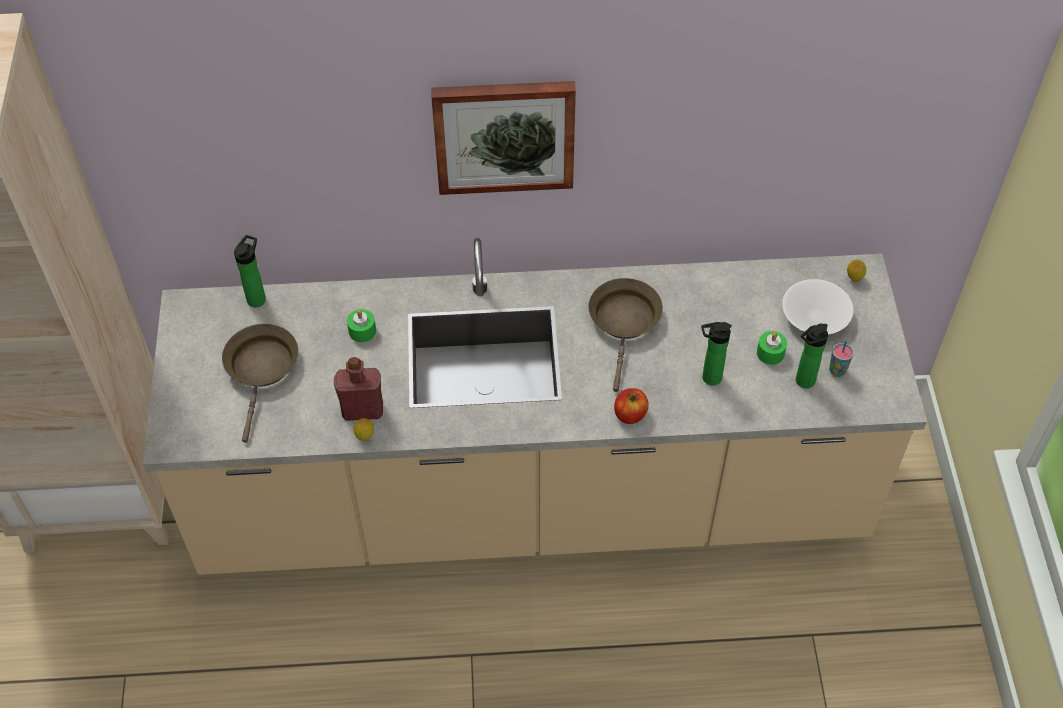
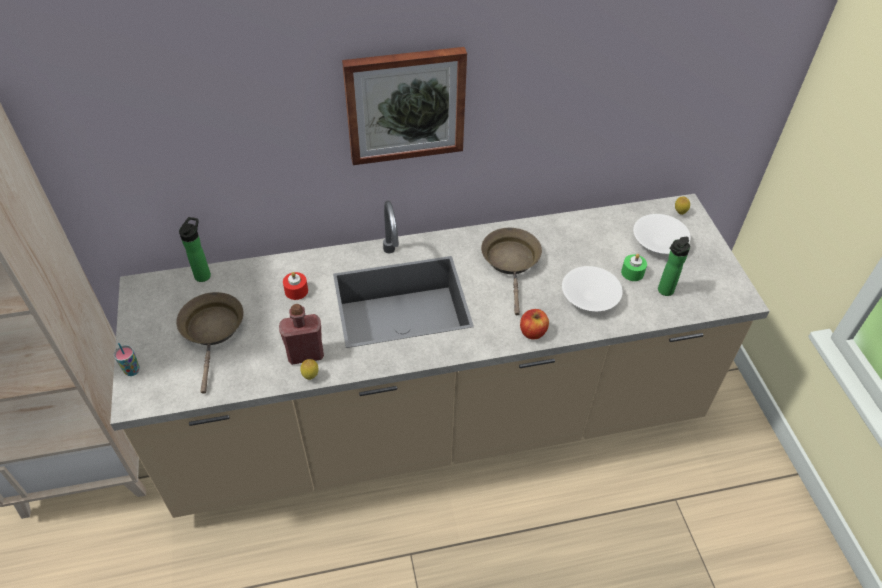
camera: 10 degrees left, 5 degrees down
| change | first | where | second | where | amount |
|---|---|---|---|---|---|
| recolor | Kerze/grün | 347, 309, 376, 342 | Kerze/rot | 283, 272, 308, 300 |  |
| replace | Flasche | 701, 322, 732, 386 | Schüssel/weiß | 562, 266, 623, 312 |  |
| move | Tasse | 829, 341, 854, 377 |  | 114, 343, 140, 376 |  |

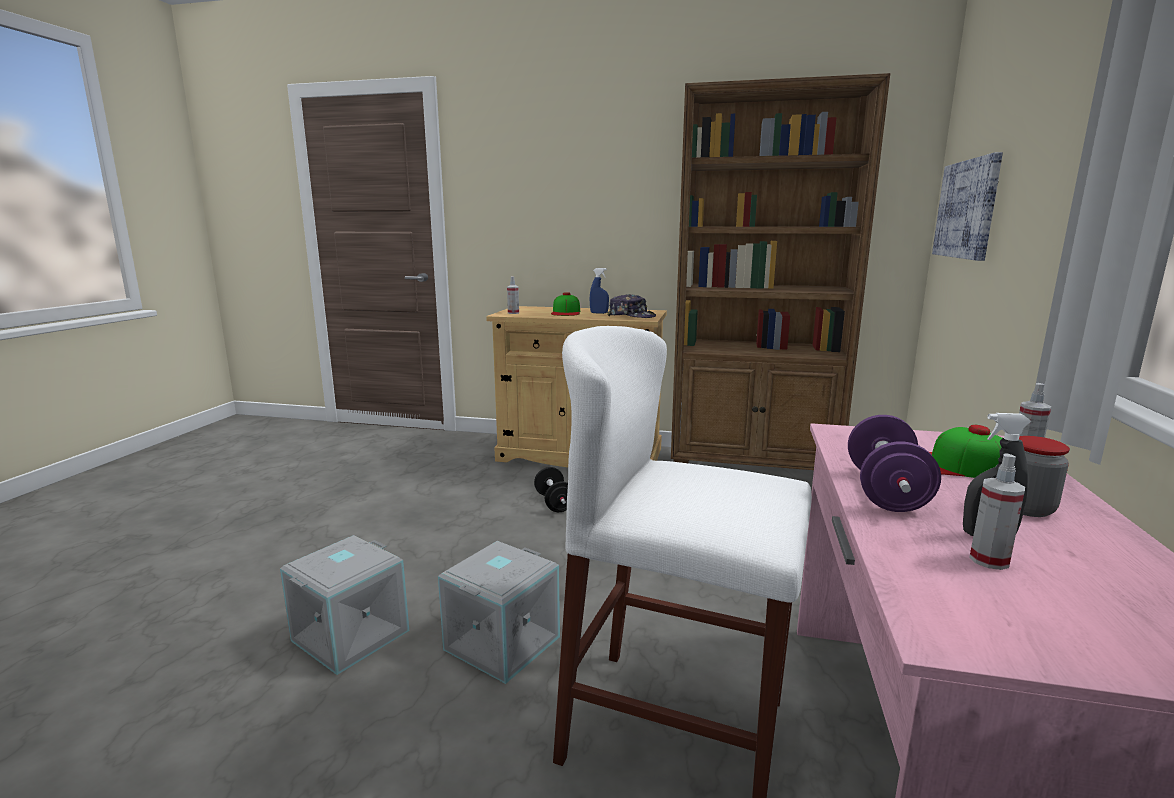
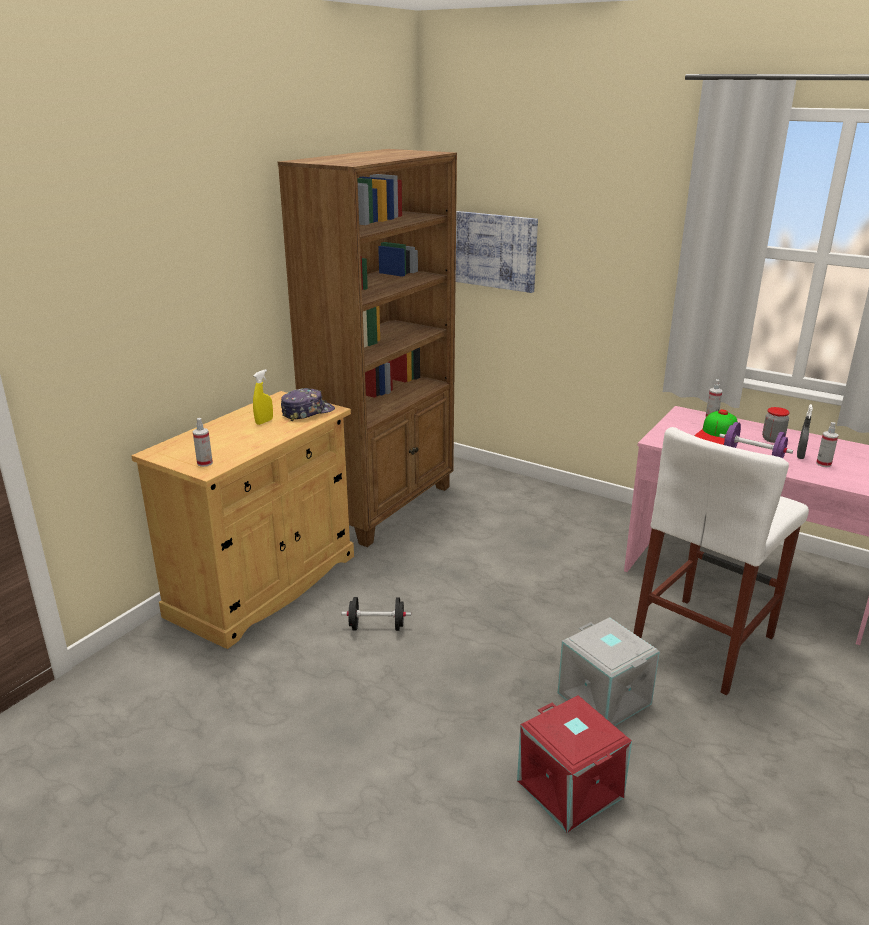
camera: 70 degrees left, 10 degrees up
| change | first | where | second | where | amount |
|---|---|---|---|---|---|
| recolor | Aufbewahrungsbox/grau | 280, 535, 409, 675 | Aufbewahrungsbox/rot | 517, 695, 632, 833 |  |
| delete | Kappe | 551, 292, 580, 316 |  |  |  |
| recolor | Sprühflasche/blau | 590, 268, 609, 314 | Sprühflasche/gelb | 253, 369, 273, 425 |  |

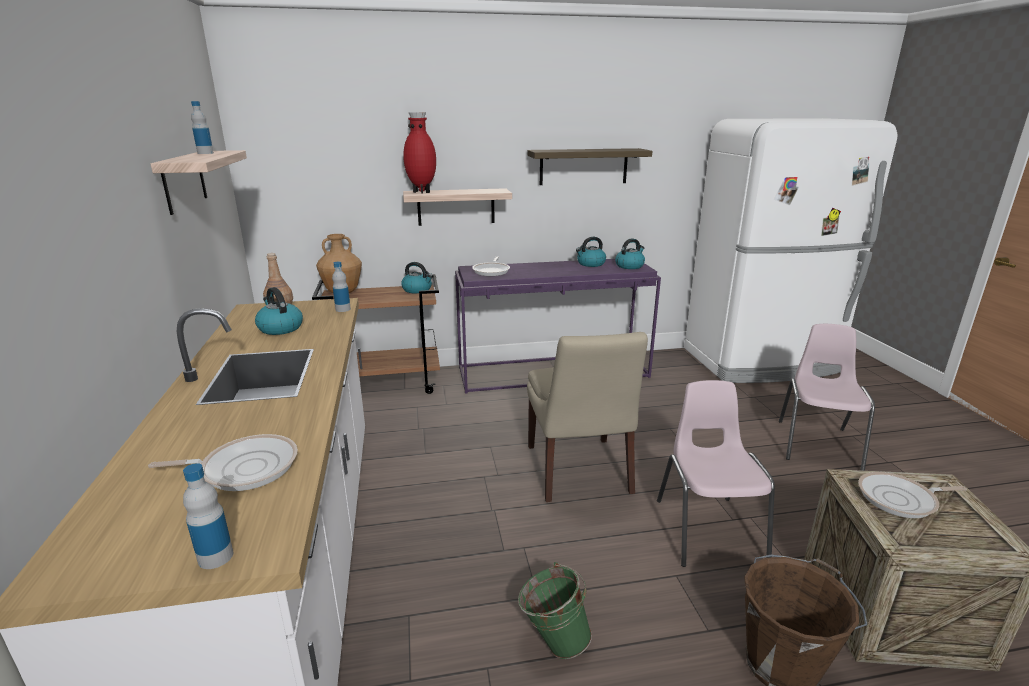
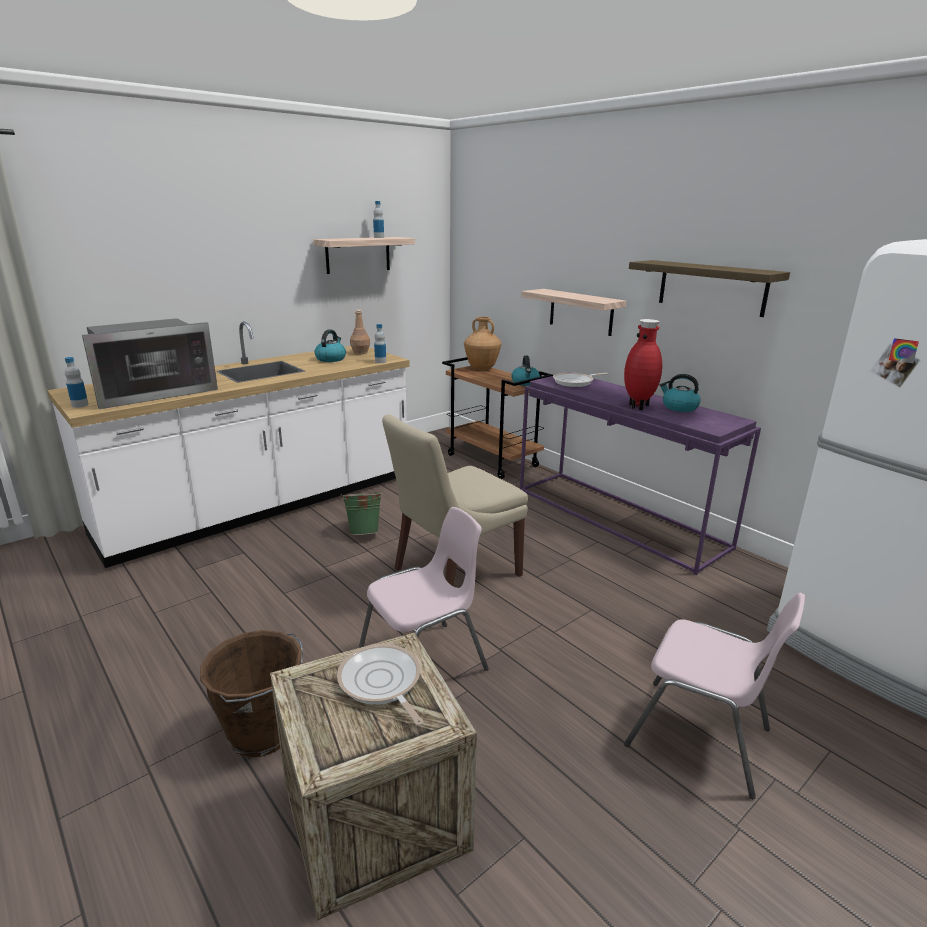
camera: 60 degrees right, 0 degrees up
| change | first | where | second | where | amount |
|---|---|---|---|---|---|
| replace | Pfanne | 148, 434, 298, 491 | Mikrowelle | 82, 318, 218, 409 |  |
| move | Vase/rot | 403, 112, 436, 194 |  | 624, 319, 662, 410 |  |
| move | Eimer/grün | 518, 562, 592, 659 |  | 341, 490, 383, 535 |  |
| delete | Wasserkessel | 615, 238, 645, 269 |  |  |  |
| rotate | Stuhl/rosa | 779, 324, 875, 471 |  | 624, 593, 805, 799 | 45 degrees clockwise |

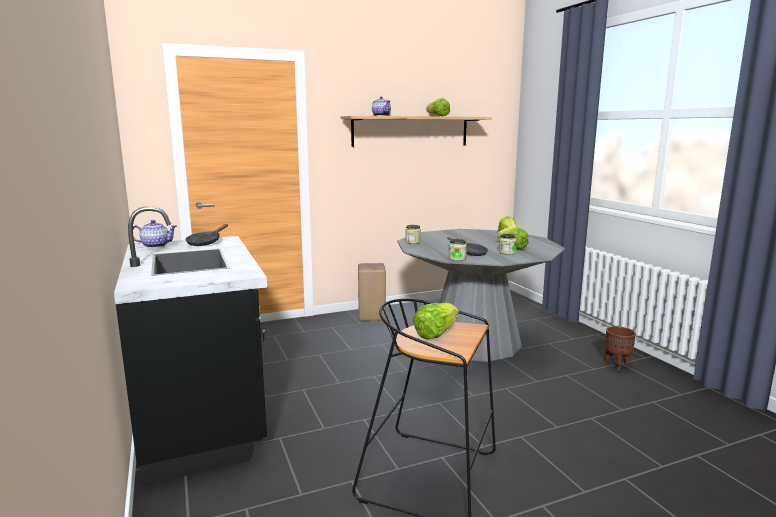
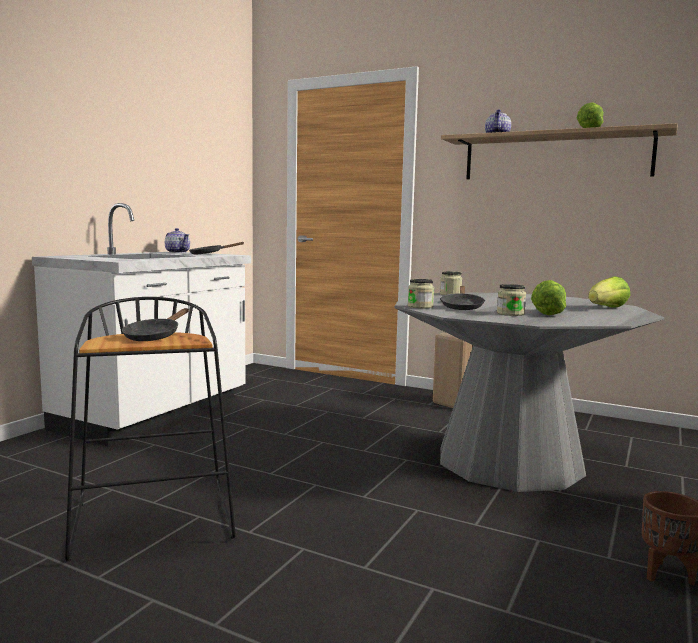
camera: 50 degrees right, 5 degrees down
| change | first | where | second | where | amount |
|---|---|---|---|---|---|
| recolor | Küchenzeile/schwarz | 114, 206, 267, 485 | Küchenzeile/weiß | 32, 203, 251, 446 |  |
| replace | Salatkopf | 413, 303, 459, 339 | Pfanne/schwarz | 122, 308, 189, 341 |  |

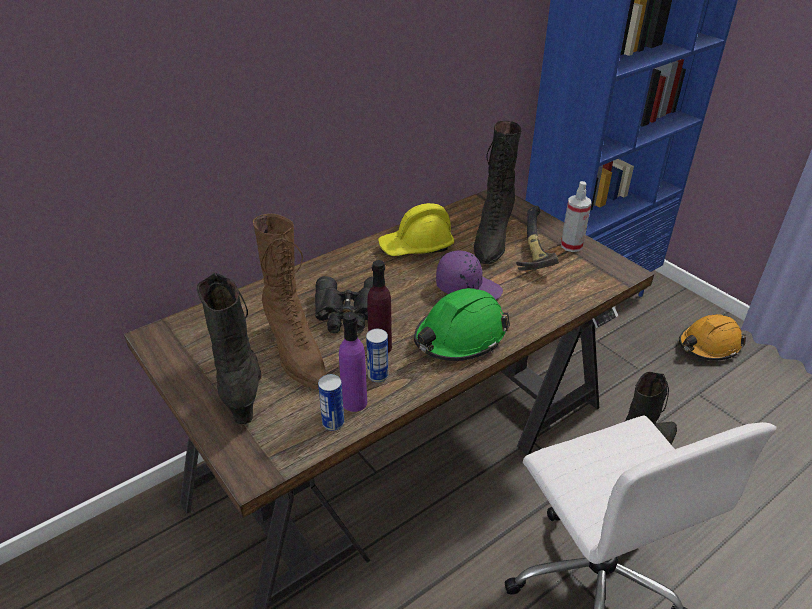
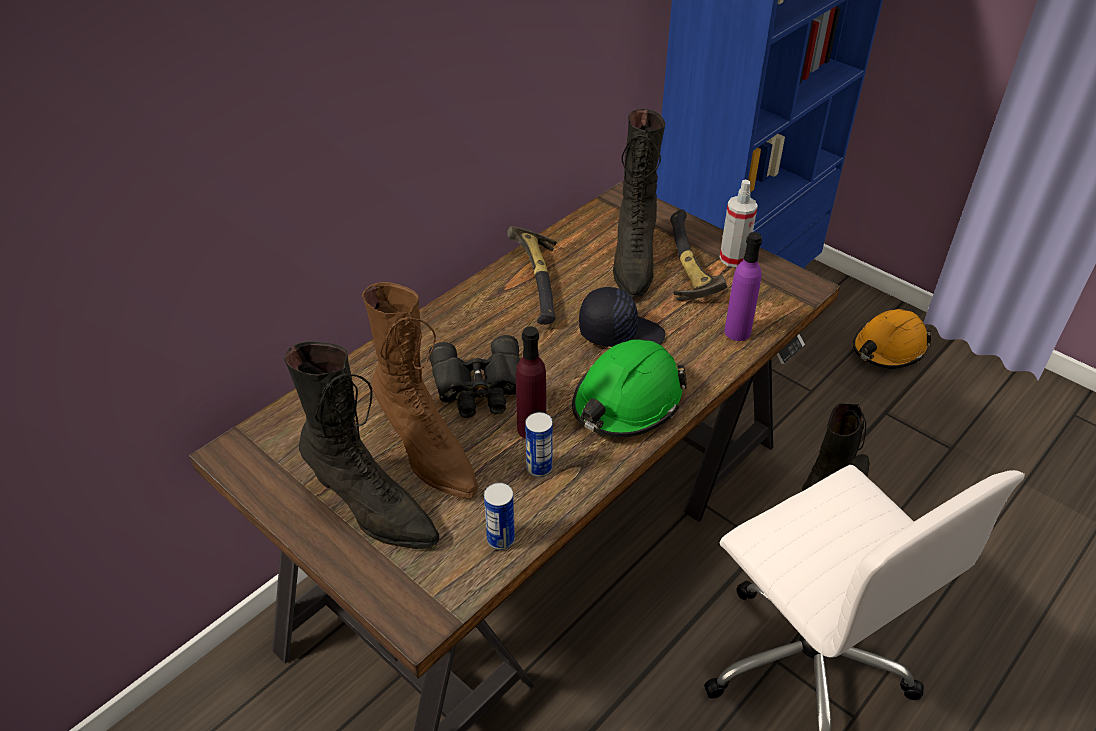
camera: 10 degrees left, 5 degrees up
| change | first | where | second | where | amount |
|---|---|---|---|---|---|
| rotate | Stiefel/schwarz | 197, 272, 262, 424 |  | 284, 341, 439, 549 | 150 degrees clockwise |
| move | Flasche/lila | 339, 312, 367, 412 |  | 724, 232, 762, 341 |  |
| replace | Schutzhelm/gelb | 378, 203, 454, 256 | Hammer | 507, 226, 557, 324 |  |
| recolor | Kappe/lila | 436, 251, 503, 300 | Kappe/schwarz | 579, 287, 665, 347 |  |

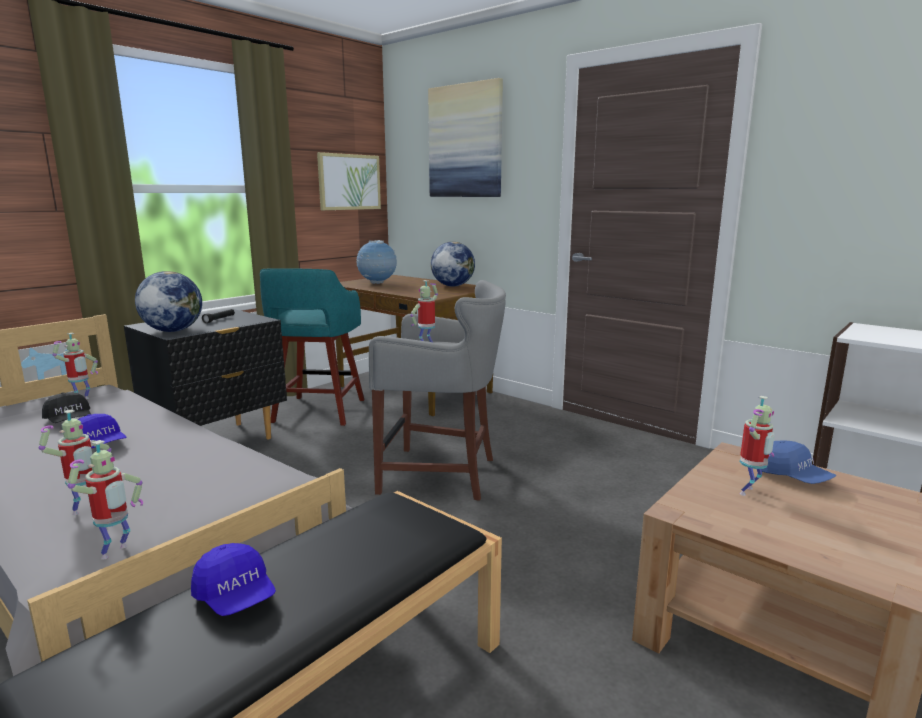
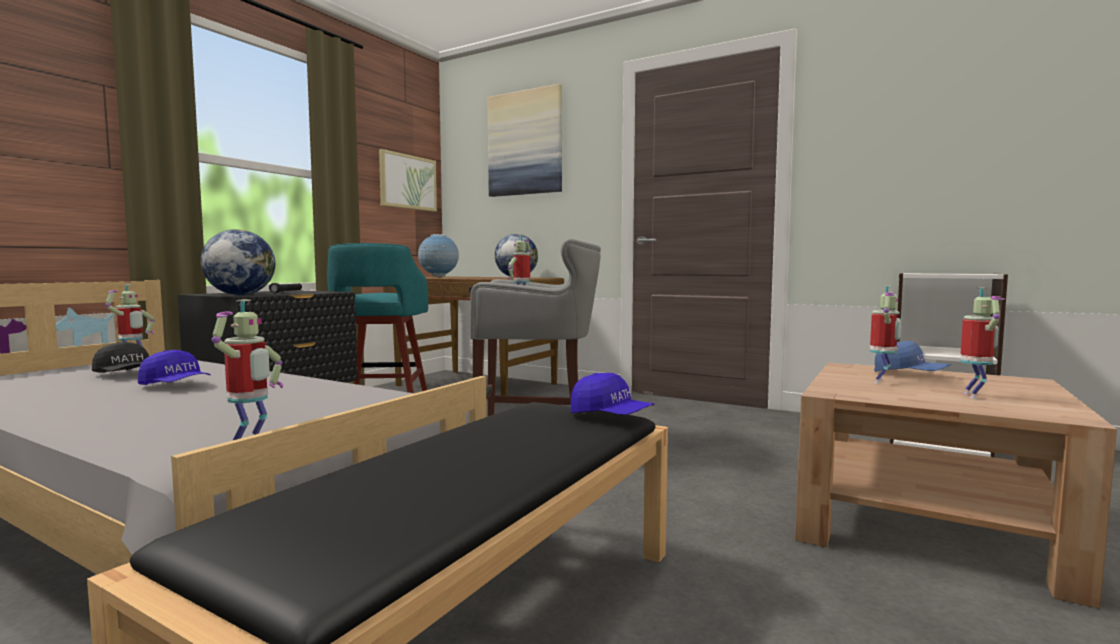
camera: 10 degrees left, 10 degrees down
| change | first | where | second | where | amount |
|---|---|---|---|---|---|
| move | Spielzeugroboter | 39, 410, 112, 515 |  | 960, 288, 1005, 399 |  |
| move | Kappe/blau | 191, 543, 276, 616 |  | 571, 373, 654, 415 |  |

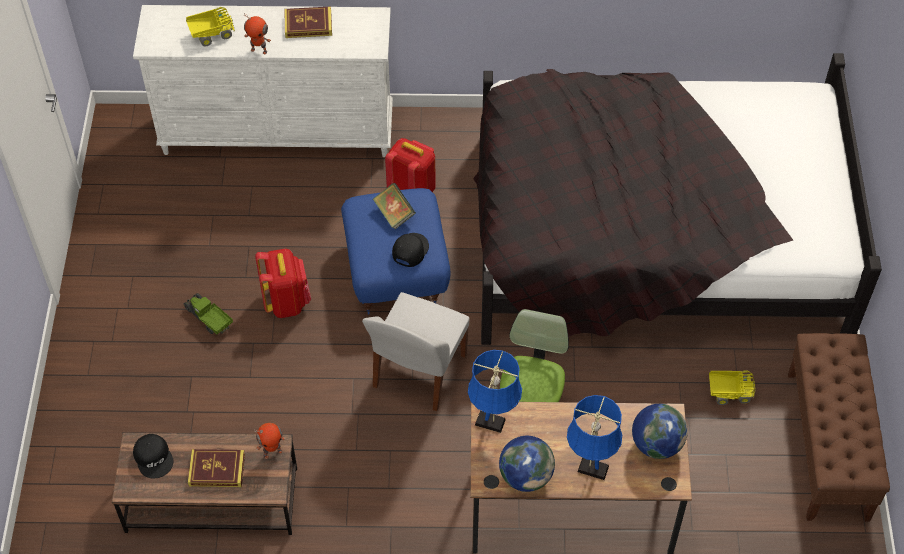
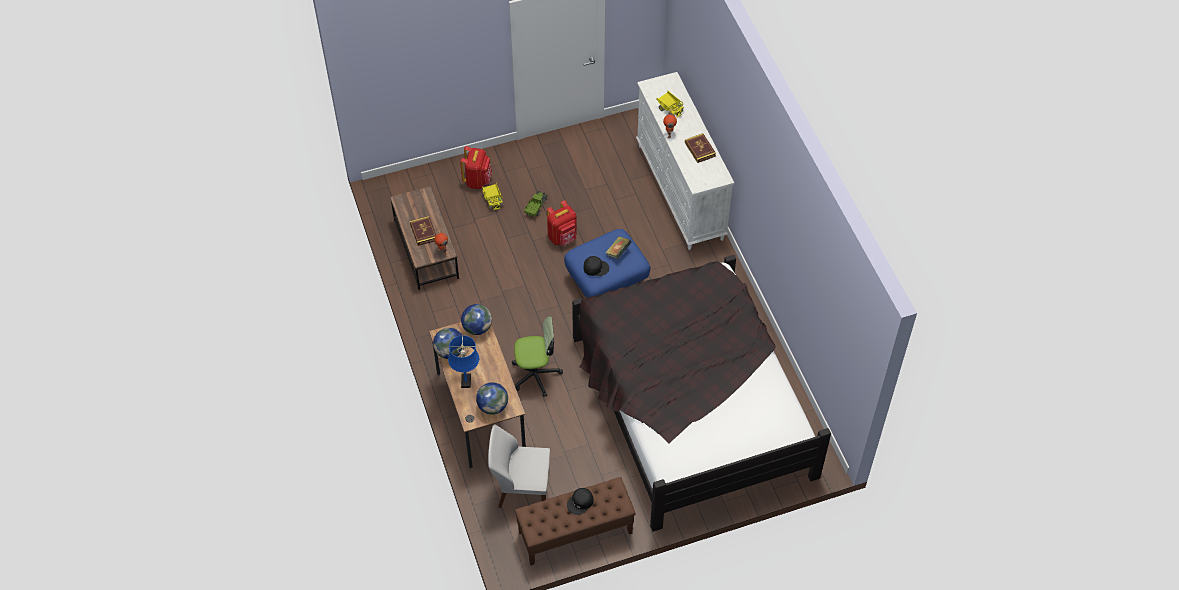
camera: 70 degrees right, 0 degrees up
| change | first | where | second | where | amount |
|---|---|---|---|---|---|
| move | Kappe/schwarz | 133, 434, 173, 479 |  | 567, 488, 594, 515 |  |
| move | Stuhl/weiß | 362, 292, 469, 411 |  | 488, 424, 550, 508 |  |
| move | Rucksack/rot | 385, 138, 436, 192 |  | 460, 146, 492, 189 |  |
| replace | Tischlampe/blau | 468, 350, 522, 433 | Globus | 461, 304, 492, 335 |  |
| move | Spielzeuglaster | 709, 370, 756, 405 |  | 482, 183, 503, 210 |  |

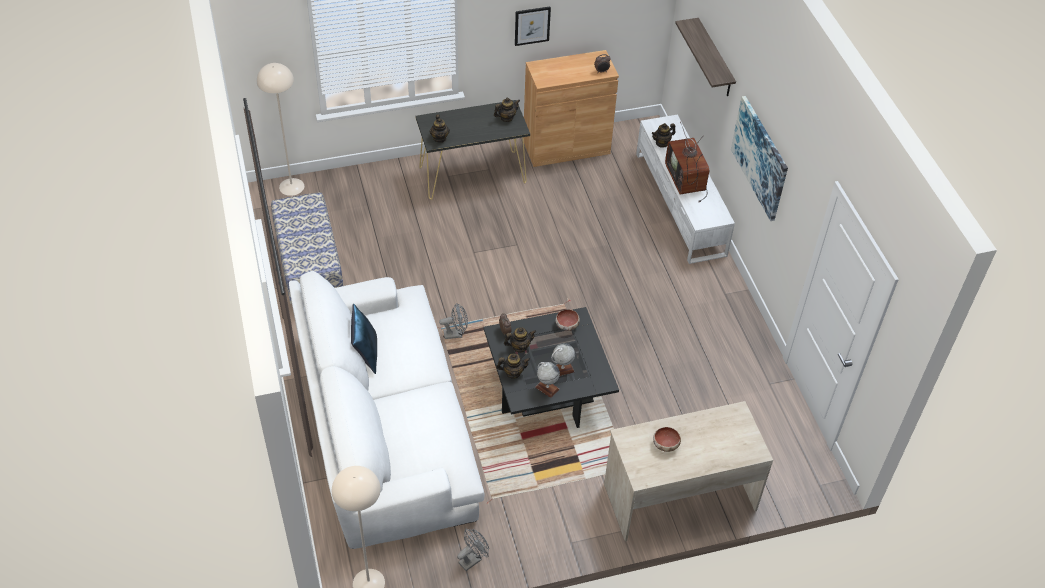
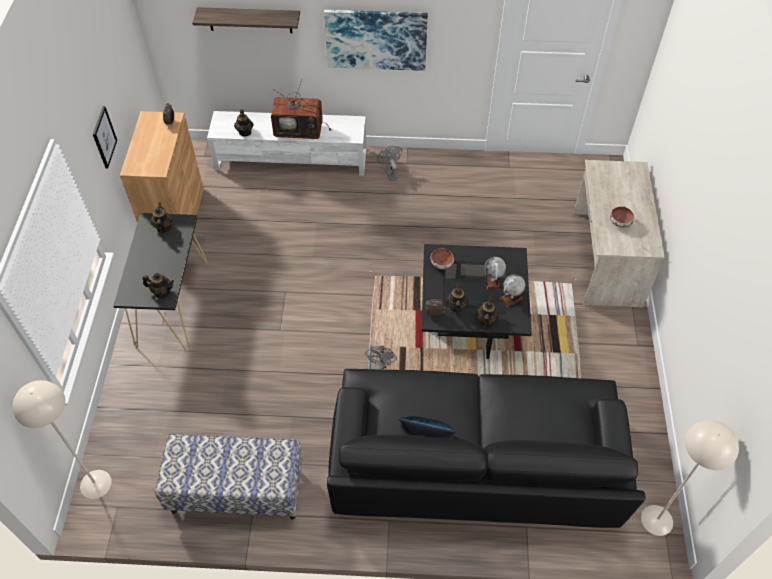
camera: 70 degrees left, 5 degrees up
| change | first | where | second | where | amount |
|---|---|---|---|---|---|
| recolor | Sofa/weiß | 289, 271, 485, 549 | Sofa/schwarz | 327, 369, 646, 528 |  |
| move | Ventilator/grau | 457, 529, 489, 571 |  | 377, 146, 402, 180 |  |

